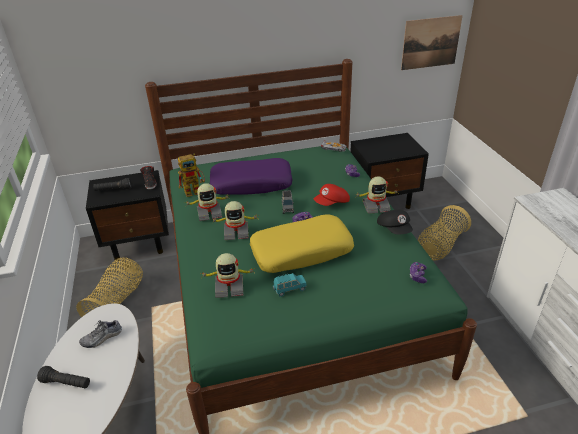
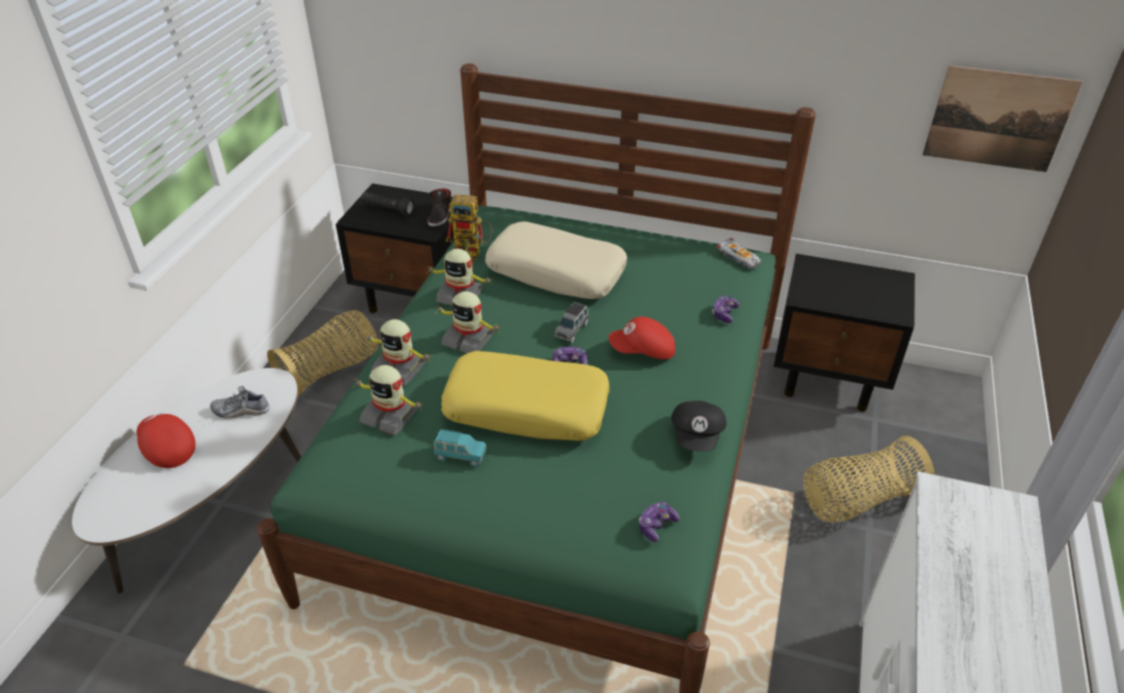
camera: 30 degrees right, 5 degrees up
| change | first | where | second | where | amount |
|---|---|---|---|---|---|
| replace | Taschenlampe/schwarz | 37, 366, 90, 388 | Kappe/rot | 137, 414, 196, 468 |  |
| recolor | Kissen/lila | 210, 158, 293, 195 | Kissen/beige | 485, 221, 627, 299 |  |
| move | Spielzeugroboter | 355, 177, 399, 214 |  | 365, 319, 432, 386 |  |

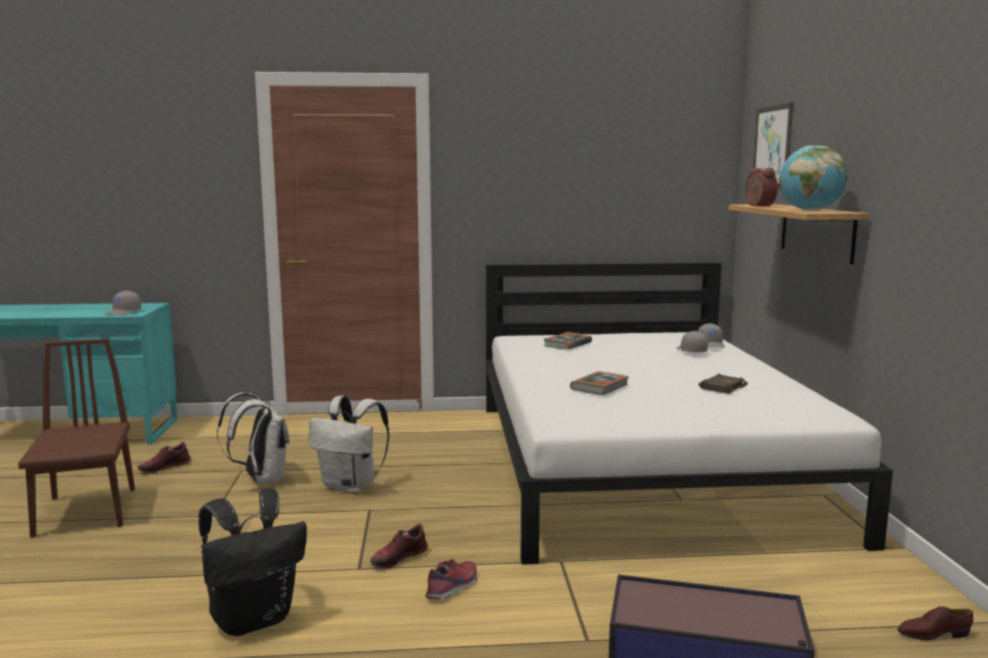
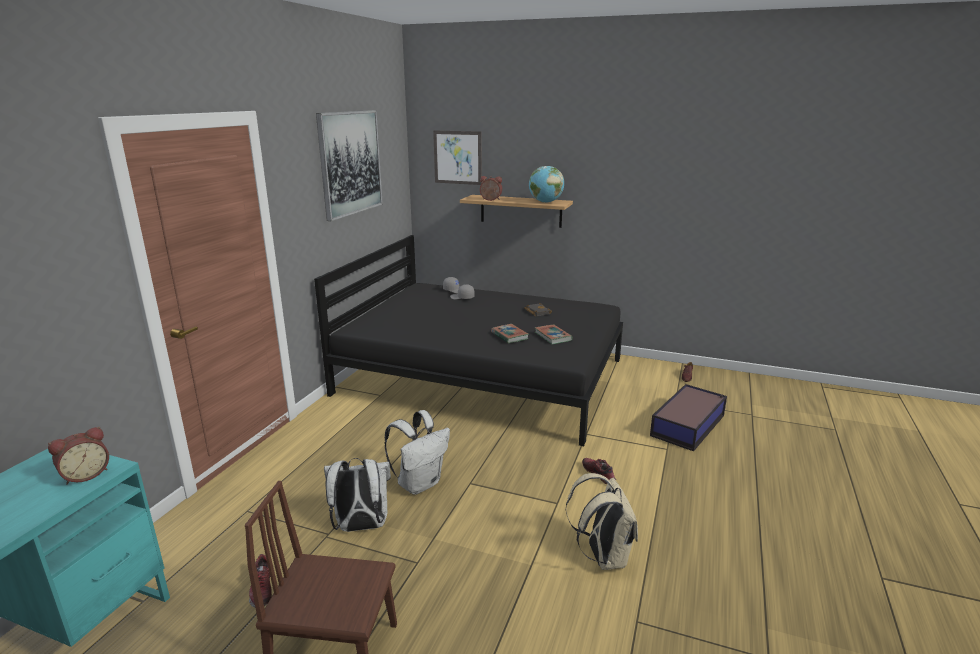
camera: 65 degrees left, 10 degrees up
| change | first | where | second | where | amount |
|---|---|---|---|---|---|
| replace | Kappe/grau | 104, 290, 141, 316 | Wecker | 48, 427, 109, 485 |  |
| recolor | Rucksack/schwarz | 199, 488, 307, 636 | Rucksack/beige | 566, 473, 638, 570 |  |
| delete | Schuh | 370, 523, 428, 570 |  |  |  |
| recolor | Bett/weiß | 486, 263, 893, 565 | Bett/schwarz | 314, 235, 623, 446 |  |
| move | Buch | 543, 332, 592, 350 |  | 535, 324, 573, 344 |  |
| insert |  |  | Bild | 316, 110, 383, 221 |  |

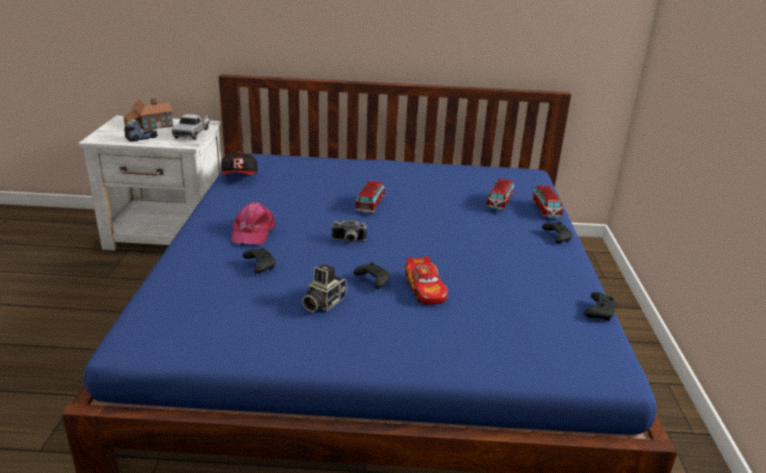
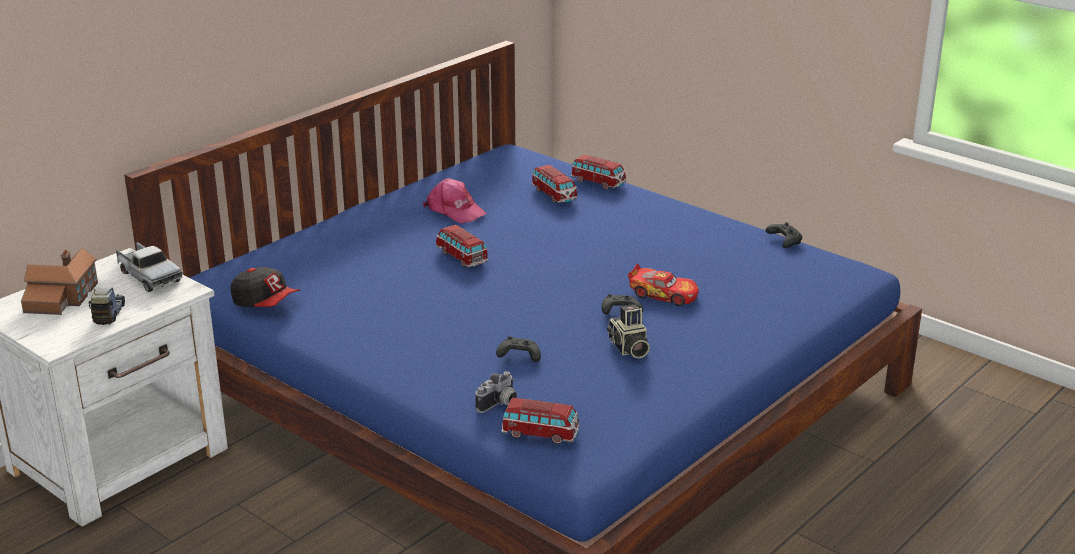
camera: 50 degrees left, 0 degrees up
| change | first | where | second | where | amount |
|---|---|---|---|---|---|
| move | Kappe/rosa | 231, 202, 275, 244 |  | 423, 178, 486, 223 |  |
| move | Kamera | 331, 219, 367, 243 |  | 475, 371, 517, 413 |  |
| delete | Gamepad/schwarz | 542, 222, 573, 243 |  |  |  |
| insert |  |  | Spielzeugauto | 501, 398, 580, 444 |  |

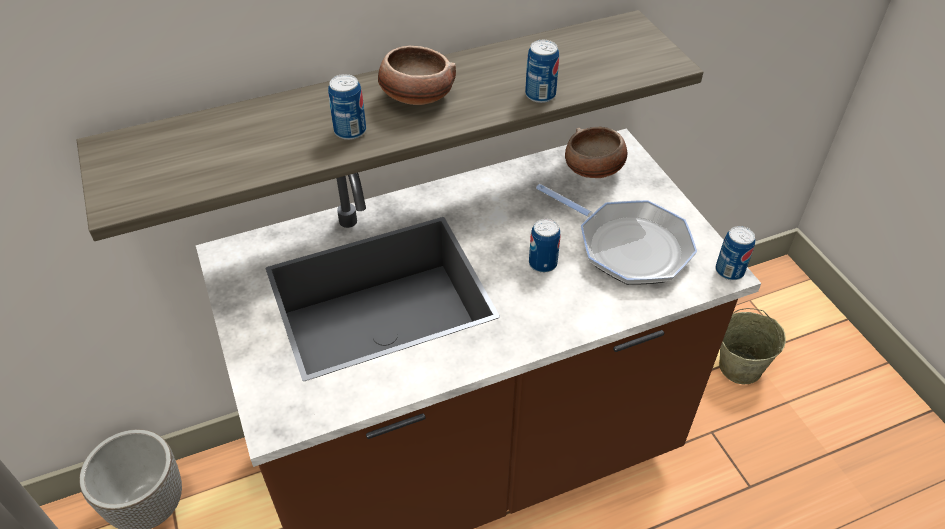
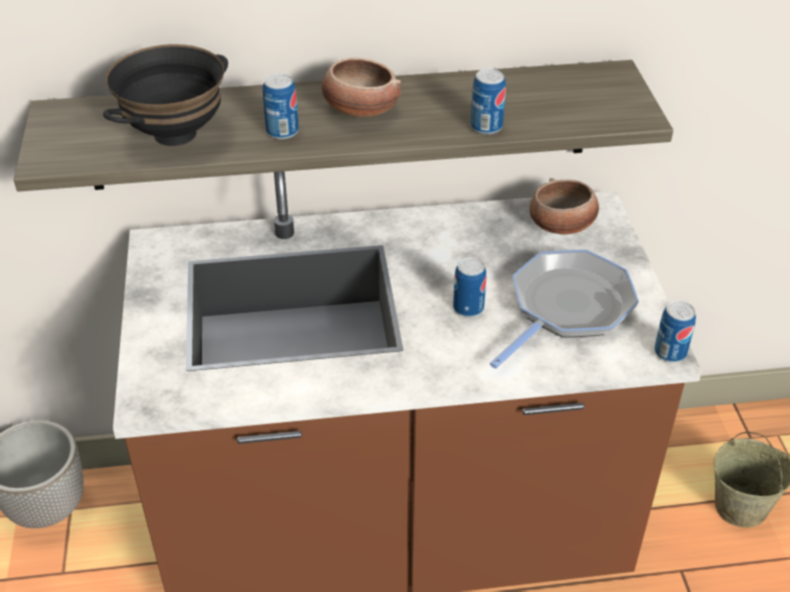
camera: 15 degrees right, 5 degrees down
| change | first | where | second | where | amount |
|---|---|---|---|---|---|
| rotate | Pfanne | 536, 184, 697, 285 |  | 490, 250, 639, 369 | 105 degrees counterclockwise |
| insert |  |  | Schüssel/schwarz | 103, 44, 228, 146 |  |

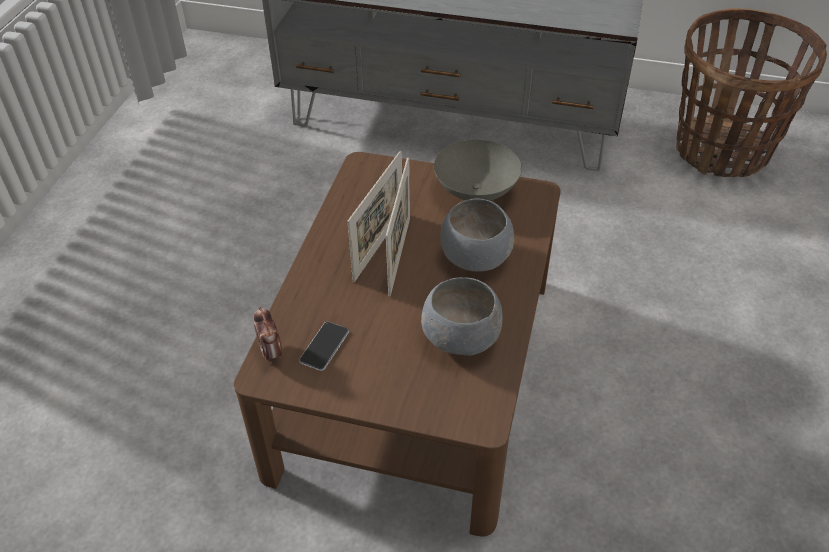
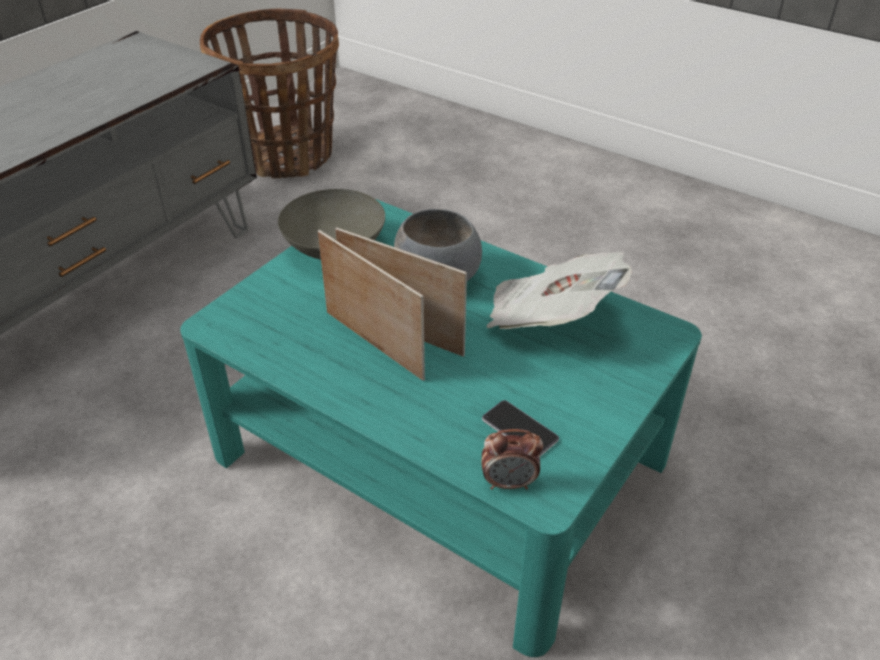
camera: 70 degrees left, 5 degrees down
| change | first | where | second | where | amount |
|---|---|---|---|---|---|
| recolor | Couchtisch/braun | 234, 152, 561, 536 | Couchtisch/türkis | 180, 199, 702, 657 |  |
| replace | Schüssel/grau | 421, 277, 503, 356 | Zeitung | 487, 252, 632, 329 |  |

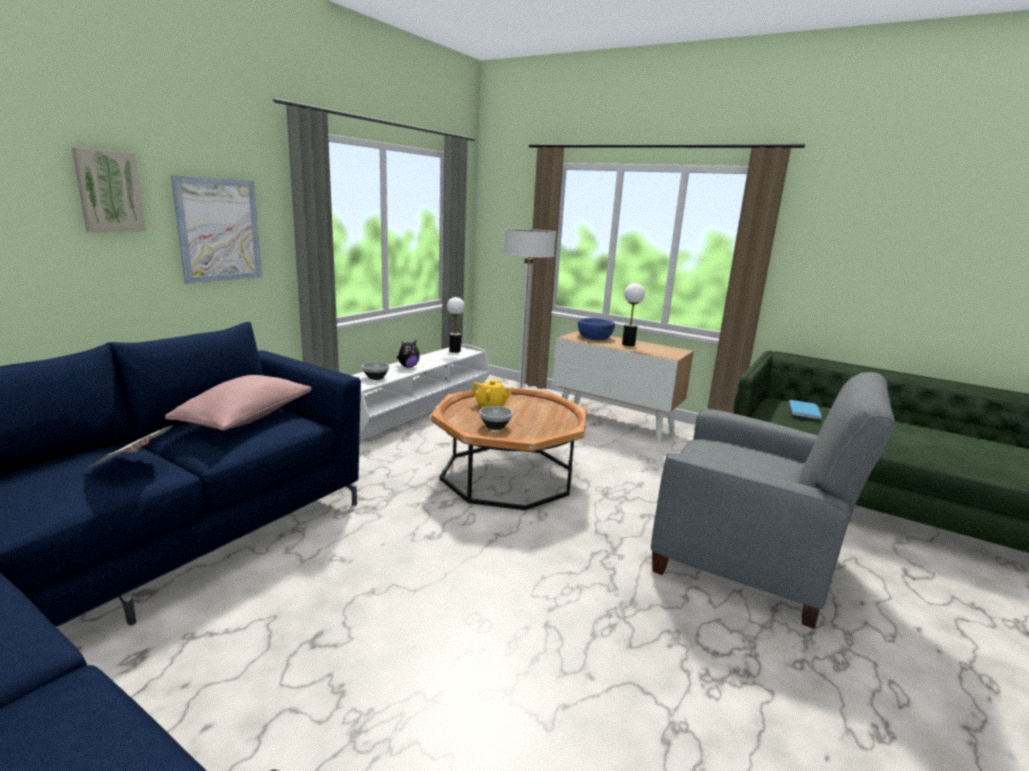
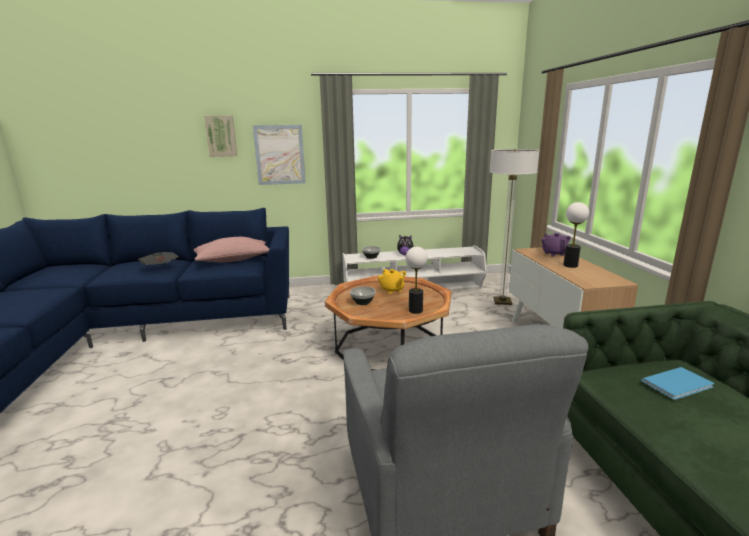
camera: 50 degrees right, 0 degrees up
| change | first | where | second | where | amount |
|---|---|---|---|---|---|
| move | Tischlampe | 447, 297, 465, 353 |  | 406, 247, 428, 314 |  |
| replace | Schüssel/blau | 578, 318, 615, 340 | Teekanne/lila | 542, 233, 571, 257 |  |

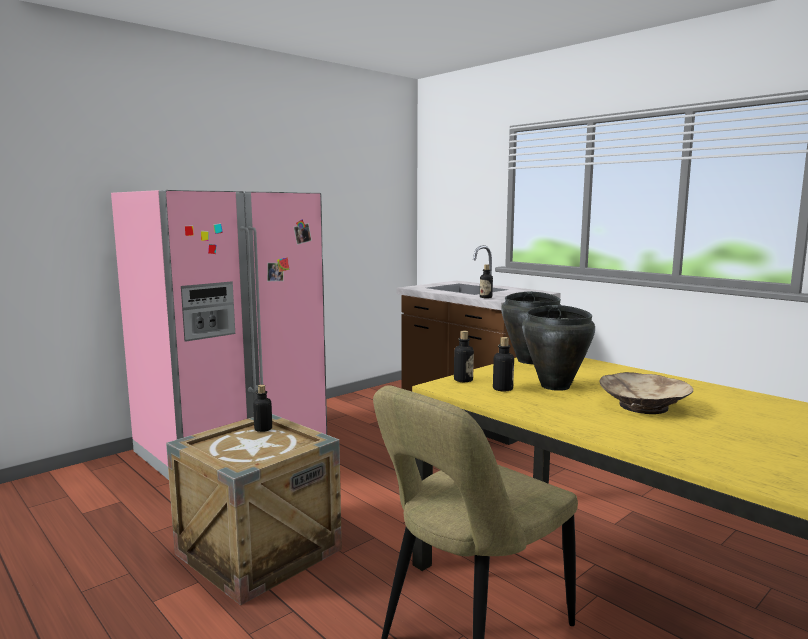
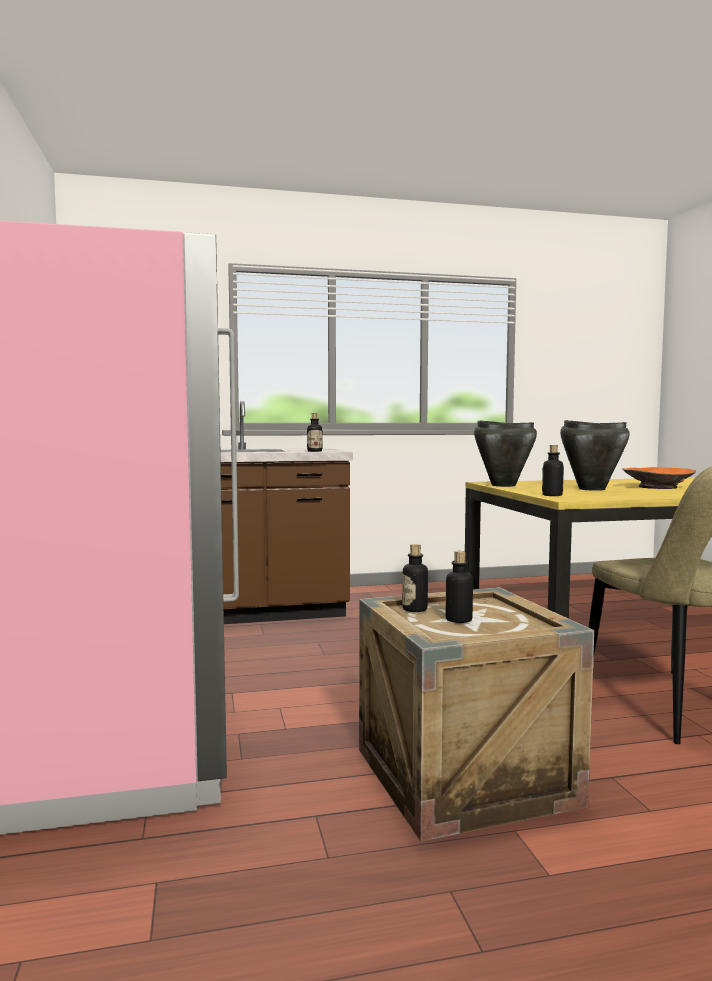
camera: 60 degrees left, 5 degrees down
| change | first | where | second | where | amount |
|---|---|---|---|---|---|
| move | Flasche | 493, 337, 514, 391 |  | 445, 551, 473, 623 |  |
| recolor | Schüssel/beige | 600, 372, 693, 414 | Schüssel/orange | 623, 467, 696, 489 |  |

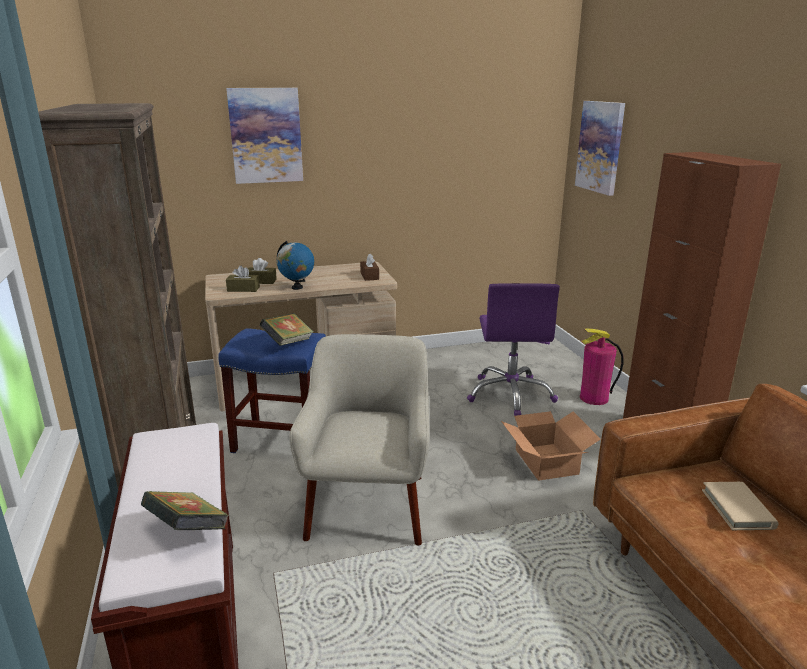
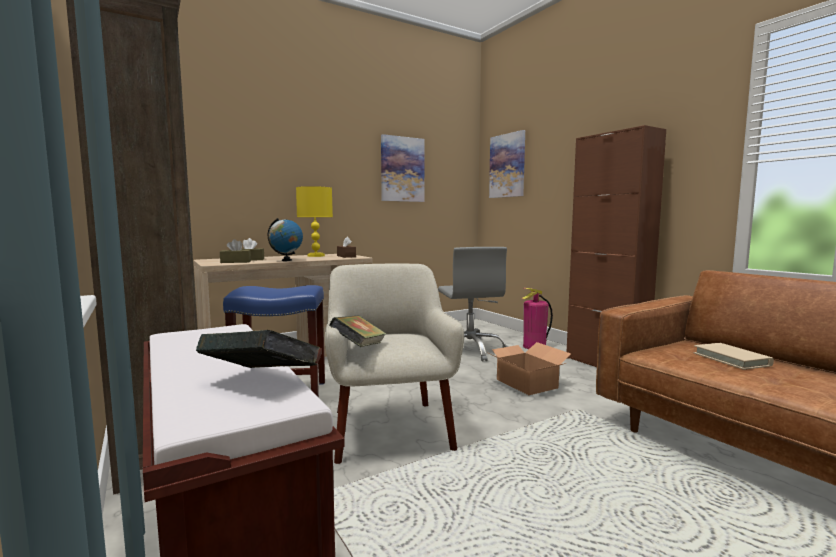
camera: 15 degrees left, 15 degrees down
| change | first | where | second | where | amount |
|---|---|---|---|---|---|
| move | Bild | 226, 88, 303, 184 |  | 381, 134, 425, 202 |  |
| move | Buch | 260, 313, 314, 346 |  | 329, 315, 386, 347 |  |
| recolor | Bürostuhl/lila | 467, 283, 560, 416 | Bürostuhl/grau | 438, 247, 508, 361 |  |
| insert |  |  | Tischlampe/gelb | 296, 186, 333, 257 |  |

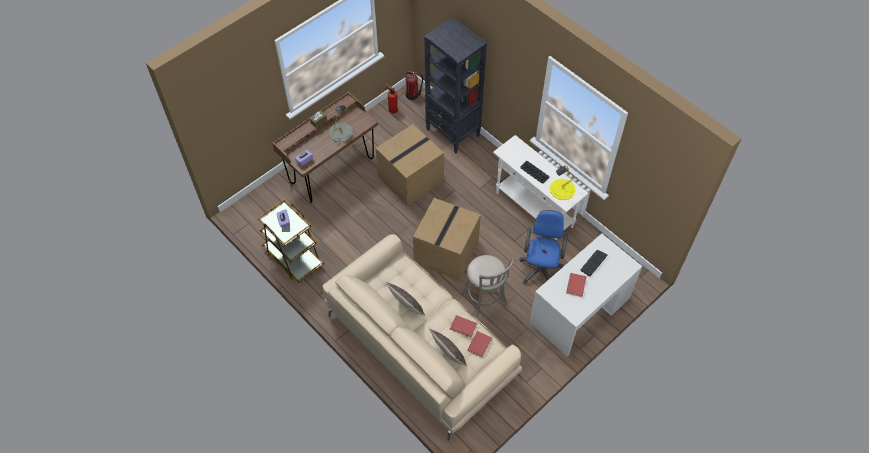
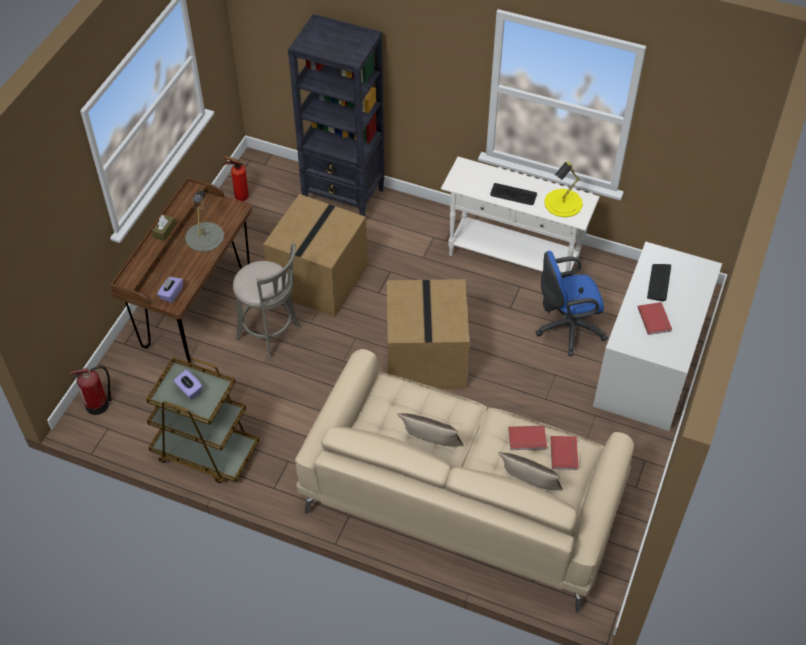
camera: 25 degrees left, 5 degrees down
| change | first | where | second | where | amount |
|---|---|---|---|---|---|
| move | Feuerlöscher | 403, 70, 423, 100 |  | 70, 366, 112, 415 |  |
| move | Hocker/grau | 462, 255, 514, 317 |  | 233, 243, 301, 360 |  |
| rotate | Bürostuhl/blau | 519, 210, 568, 285 |  | 535, 251, 607, 356 | 90 degrees counterclockwise |

